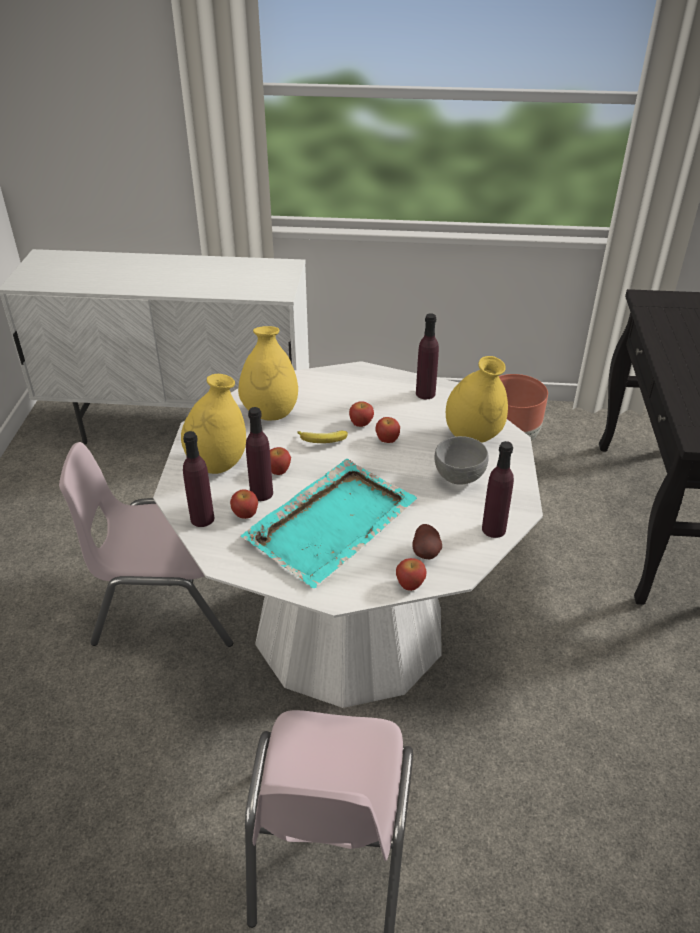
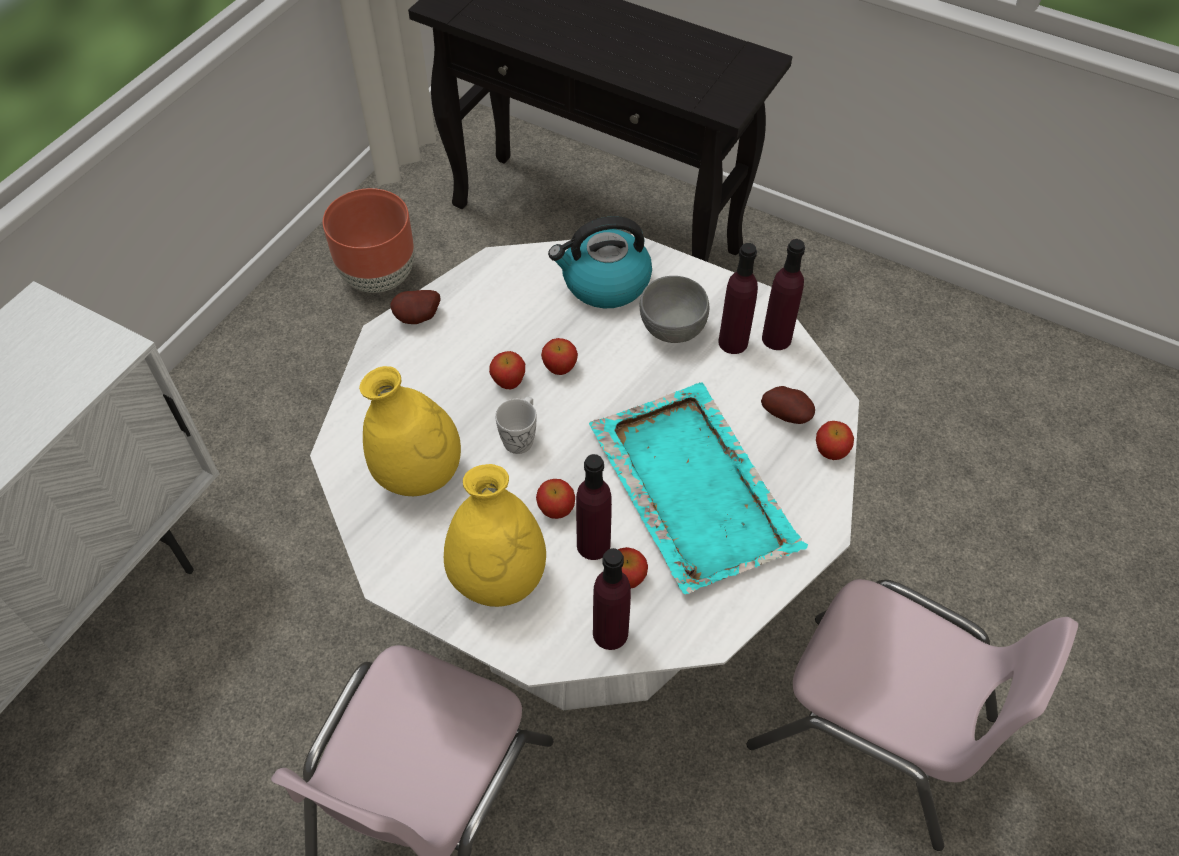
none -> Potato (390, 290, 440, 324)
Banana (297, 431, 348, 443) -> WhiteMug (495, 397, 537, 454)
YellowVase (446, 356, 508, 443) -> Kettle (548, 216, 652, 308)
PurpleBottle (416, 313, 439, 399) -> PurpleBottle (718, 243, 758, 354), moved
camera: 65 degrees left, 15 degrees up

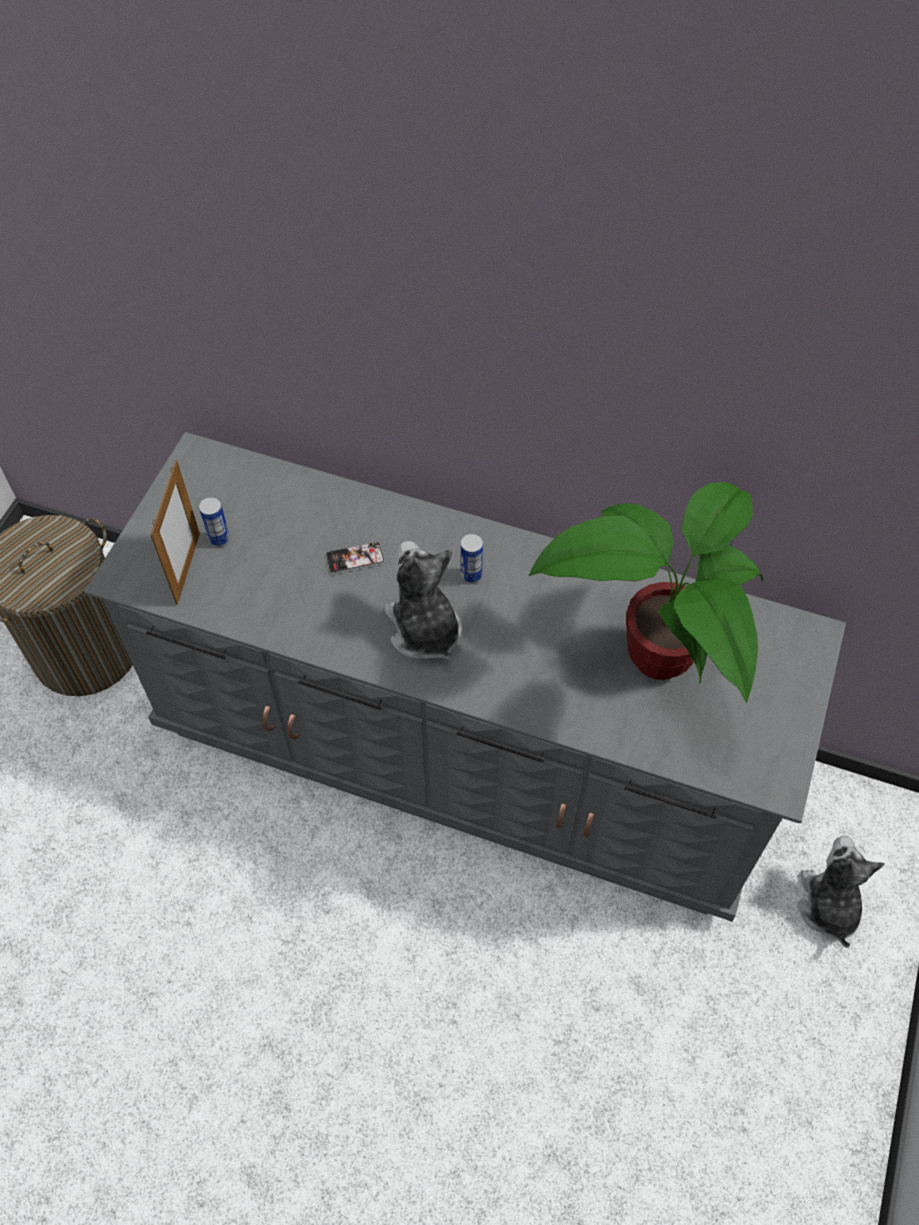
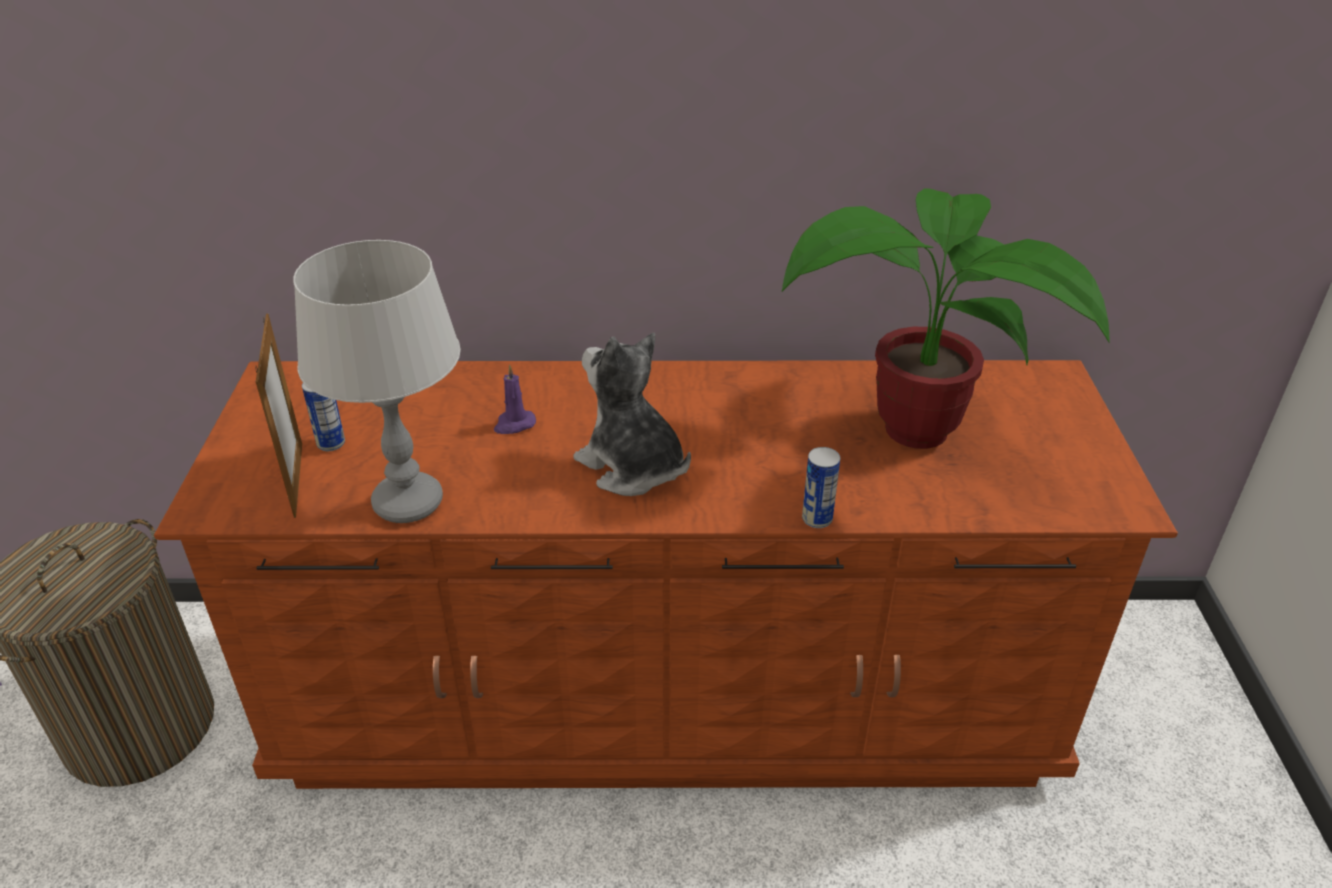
GreyDresser (84, 432, 846, 922) -> BrownDresser (154, 360, 1178, 789)
none -> GreyTableLamp (293, 240, 461, 523)
Phone (326, 542, 385, 574) -> PurpleCandle (494, 364, 536, 434)
Can (461, 534, 483, 584) -> Can (802, 447, 840, 528), moved
PlushToy (797, 836, 885, 948) -> none
camera: 20 degrees left, 20 degrees down

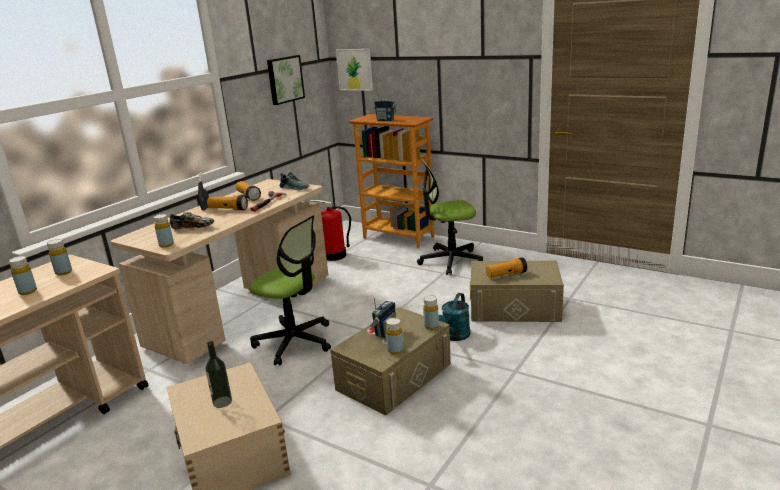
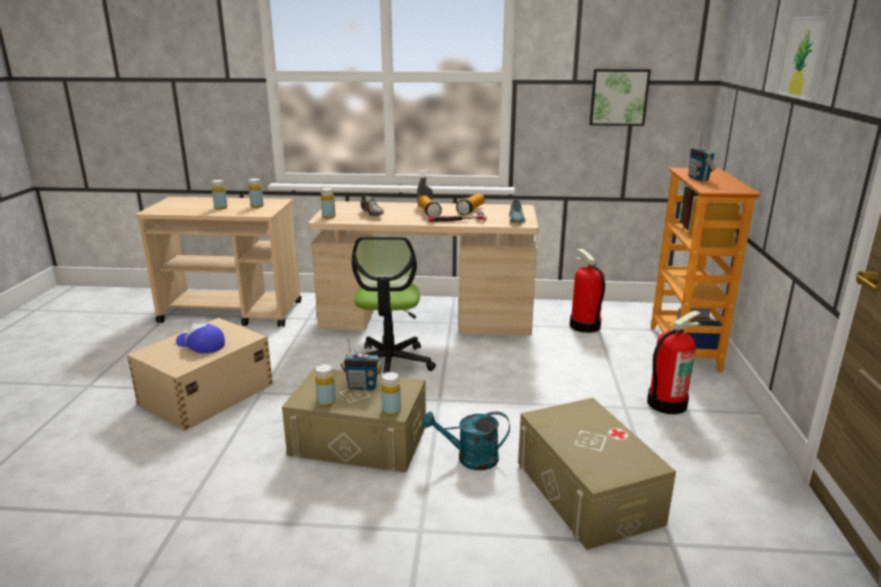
Bottle (205, 341, 232, 408) -> Cap (176, 324, 225, 353)
OfficeChair (417, 158, 483, 275) -> FireExtinguisher (647, 310, 702, 414)
Picture (336, 49, 373, 91) -> Picture (779, 16, 834, 101), moved
Flashlight (486, 257, 527, 278) -> none
camera: 60 degrees right, 0 degrees up

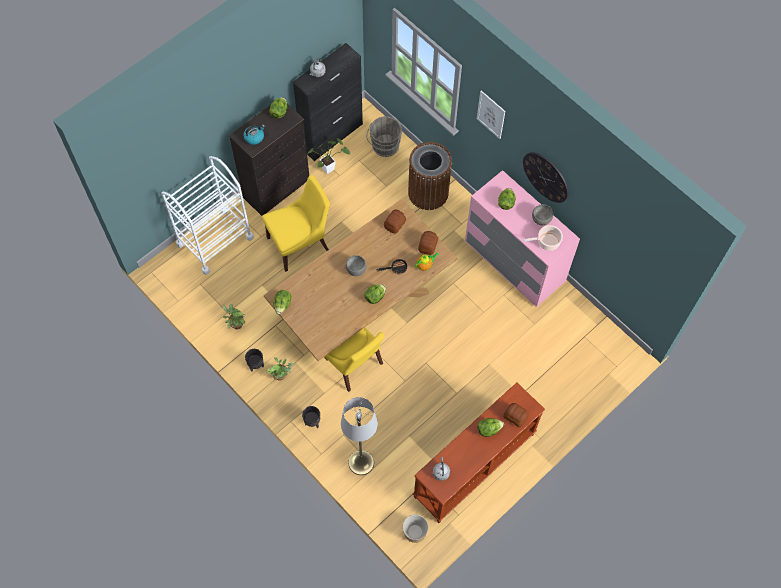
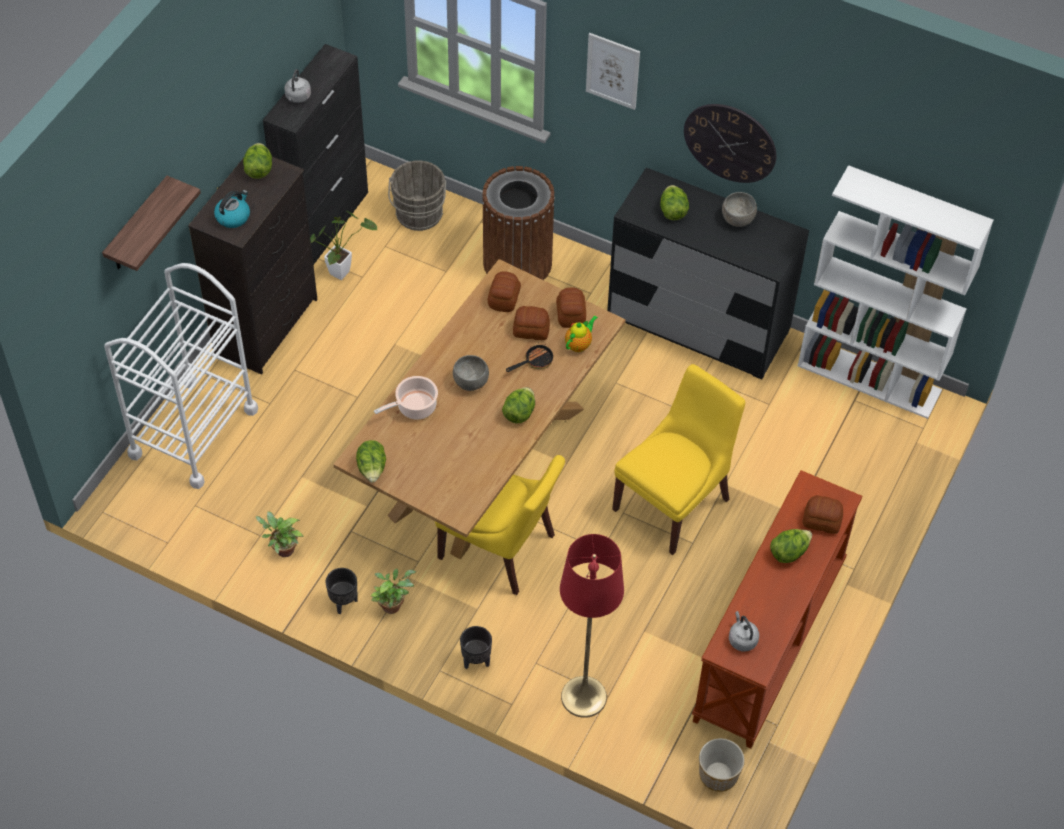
none -> Shelf (102, 176, 201, 271)
CookingPot (524, 225, 563, 251) -> CookingPot (374, 376, 438, 420), moved
none -> Bread (513, 306, 550, 340)
GreyFloorLamp (341, 397, 378, 475) -> RedFloorLamp (560, 534, 624, 718)
PinkDresser (465, 170, 580, 307) -> BlackDresser (607, 168, 809, 380)
YellowChair (262, 175, 330, 272) -> YellowChair (612, 364, 745, 555), moved
none -> WhiteBookcase (798, 165, 994, 419)
camera: 20 degrees left, 10 degrees down

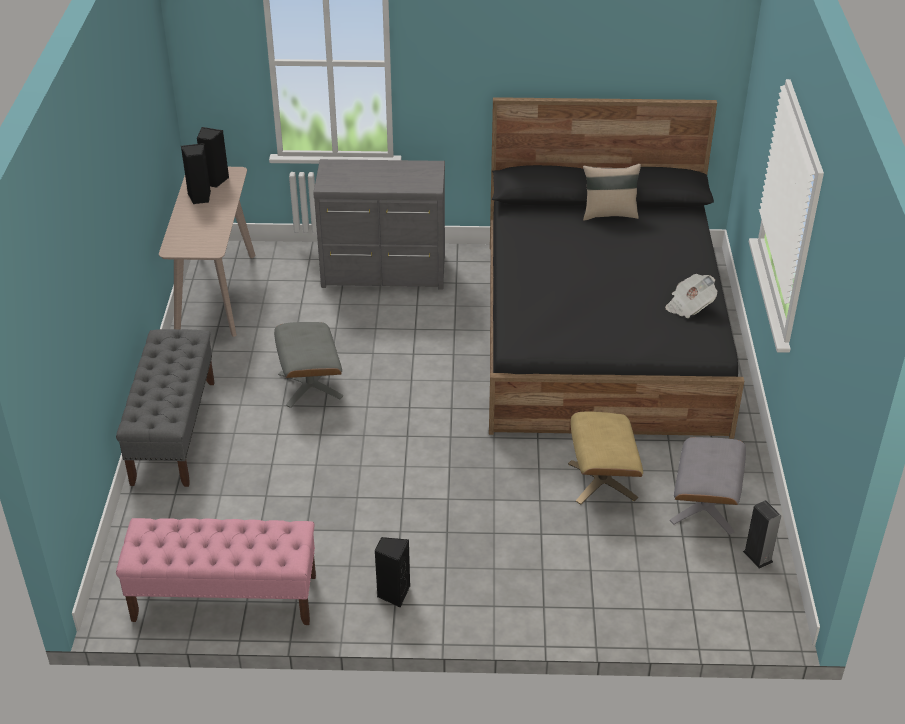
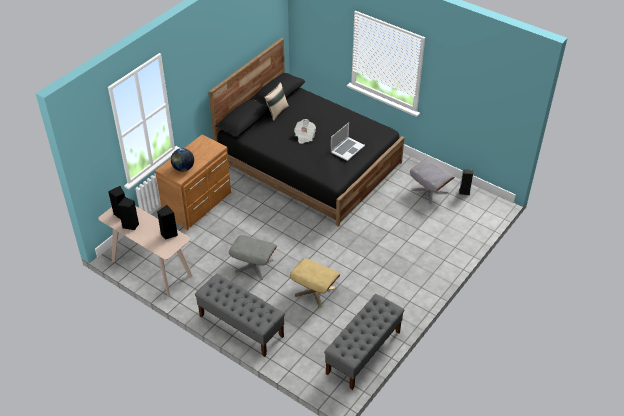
GreyDresser (313, 159, 445, 290) -> BrownDresser (155, 134, 231, 230)
BlackSpeaker (374, 537, 410, 608) -> BlackSpeaker (157, 205, 178, 240), moved
none -> Globe (171, 148, 194, 172)
BeigeOttoman (568, 411, 643, 504) -> BeigeOttoman (290, 259, 340, 307), moved
Newspaper (665, 274, 717, 318) -> Newspaper (294, 119, 316, 144), moved
PinkBench (116, 518, 316, 625) -> GreyBench (324, 294, 405, 390)
none -> Laptop (331, 122, 365, 161)
camera: 55 degrees left, 5 degrees up

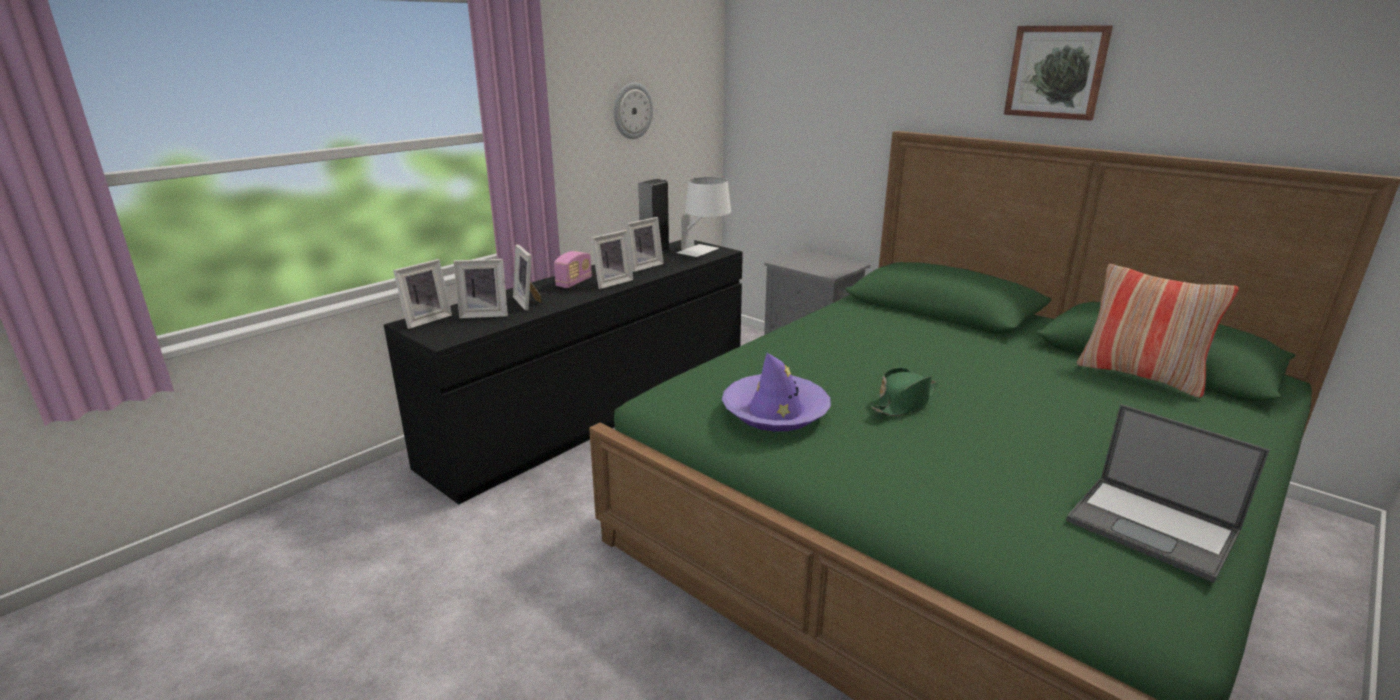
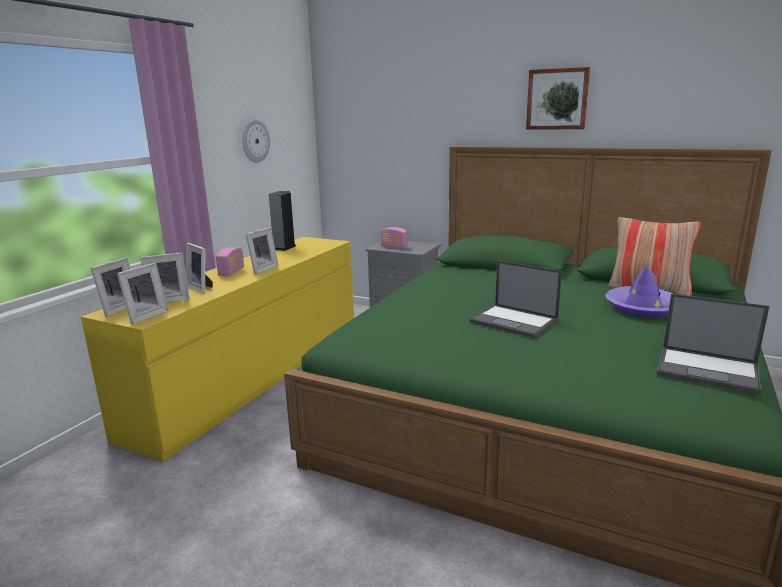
BlackDresser (384, 240, 743, 505) -> YellowDresser (81, 237, 354, 462)
PictureFrame (626, 217, 664, 272) -> PictureFrame (117, 263, 169, 324), moved
none -> Radio (381, 227, 408, 248)
GreenHat (871, 368, 938, 416) -> Laptop (470, 260, 562, 338)
PurpleHat (722, 353, 831, 432) -> PurpleHat (605, 266, 674, 318), moved
WhiteTableLamp (677, 177, 731, 257) -> none
camera: 15 degrees left, 5 degrees down

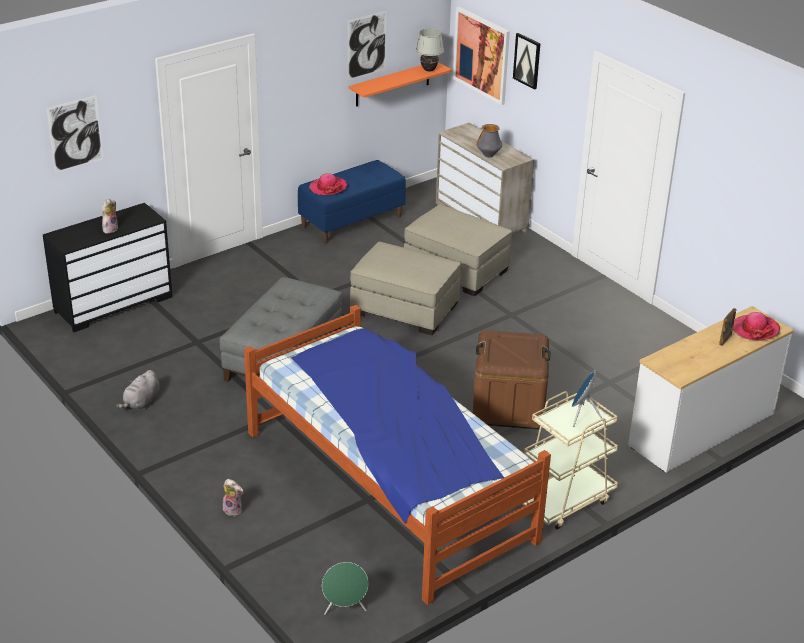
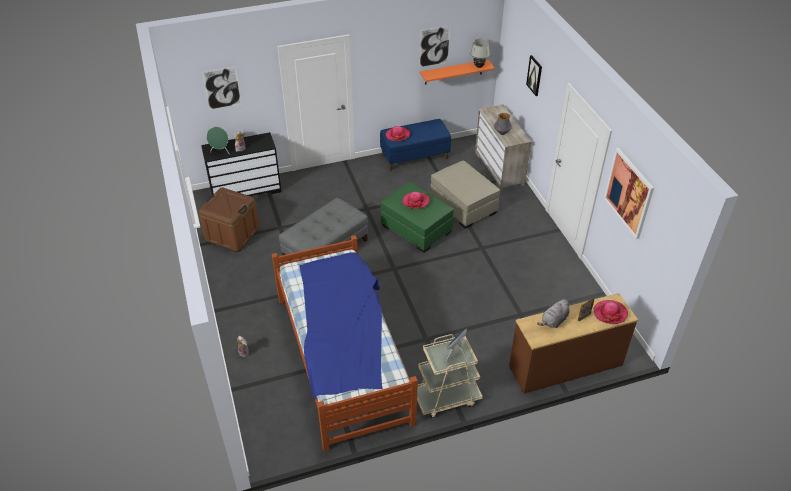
BrownStorageBox (473, 330, 550, 429) -> BrownStorageBox (198, 188, 259, 252), moved
GreenSpeaker (322, 562, 368, 615) -> GreenSpeaker (207, 127, 230, 155), moved
BeigeOttoman (350, 242, 461, 335) -> GreenOttoman (381, 182, 454, 253)
none -> Hat (402, 192, 430, 209)
WhiteDresser (628, 306, 794, 473) -> BrownDresser (509, 293, 638, 394)
GreyPlushToy (116, 370, 160, 410) -> GreyPlushToy (537, 299, 570, 328), moved
Picture (453, 7, 510, 105) -> Picture (604, 148, 654, 239), moved
camera: 20 degrees right, 10 degrees up

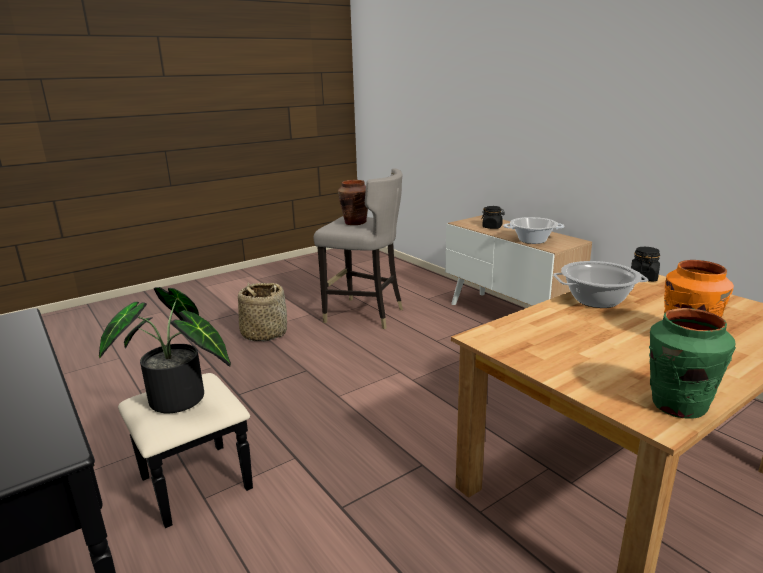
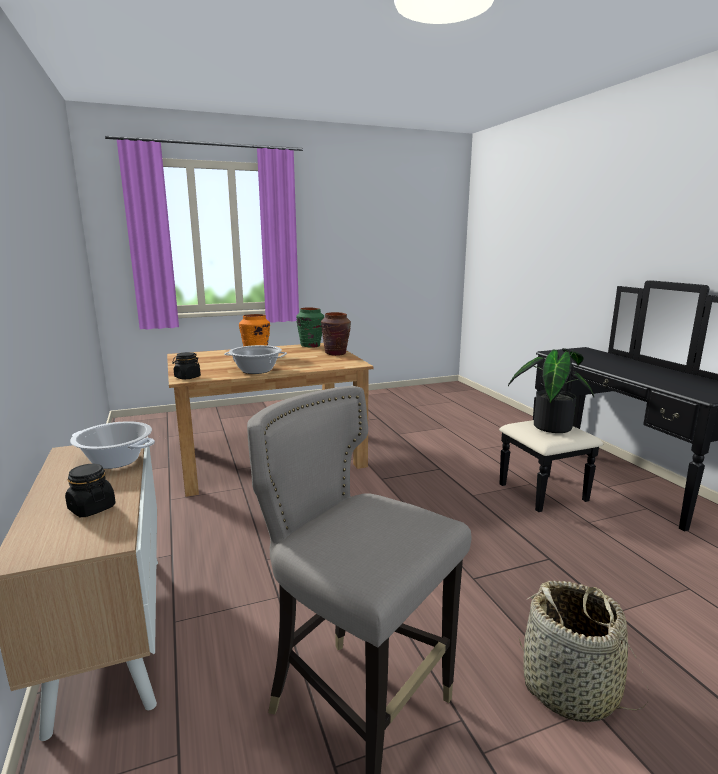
BrownVase (338, 180, 368, 225) -> BrownVase (321, 312, 351, 356), moved
camera: 165 degrees left, 5 degrees down

